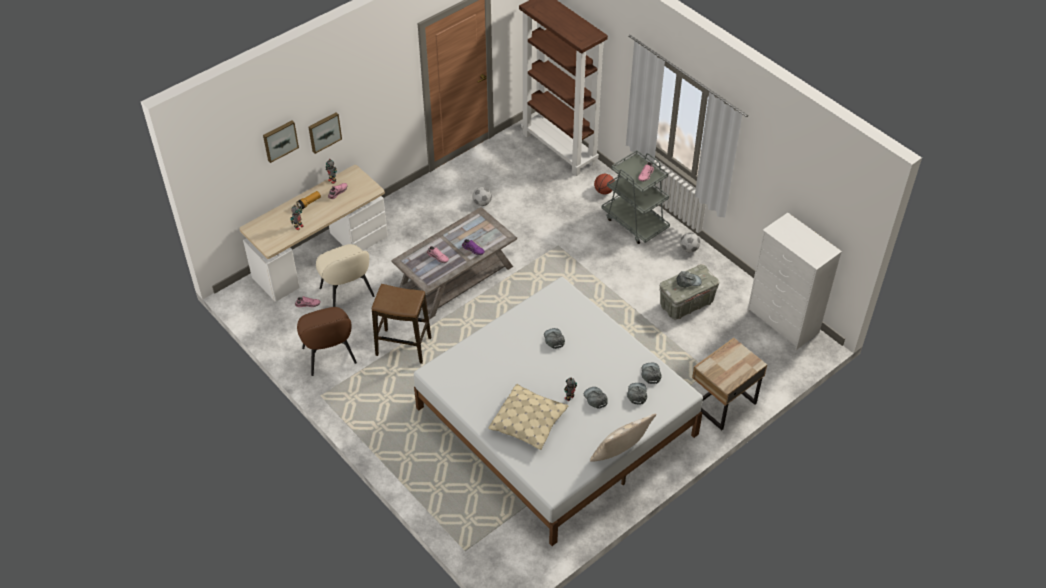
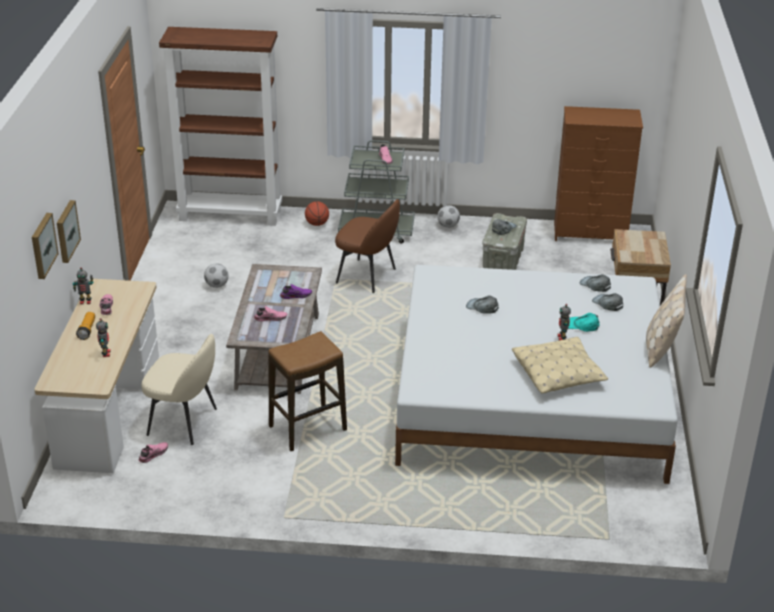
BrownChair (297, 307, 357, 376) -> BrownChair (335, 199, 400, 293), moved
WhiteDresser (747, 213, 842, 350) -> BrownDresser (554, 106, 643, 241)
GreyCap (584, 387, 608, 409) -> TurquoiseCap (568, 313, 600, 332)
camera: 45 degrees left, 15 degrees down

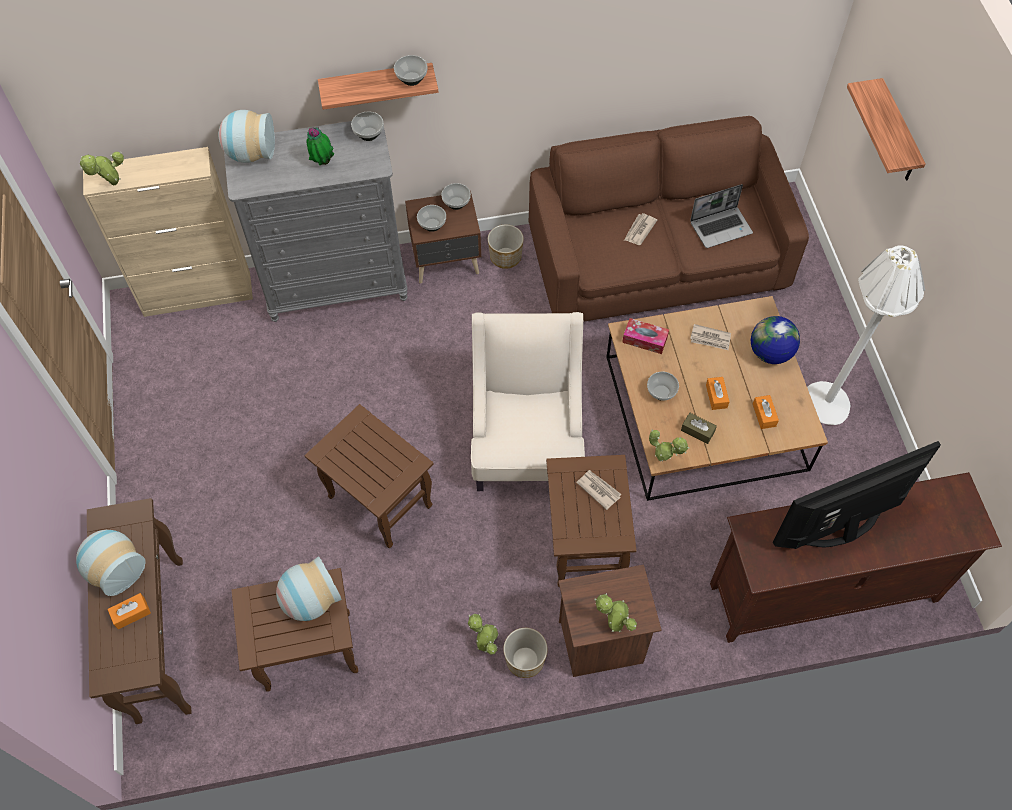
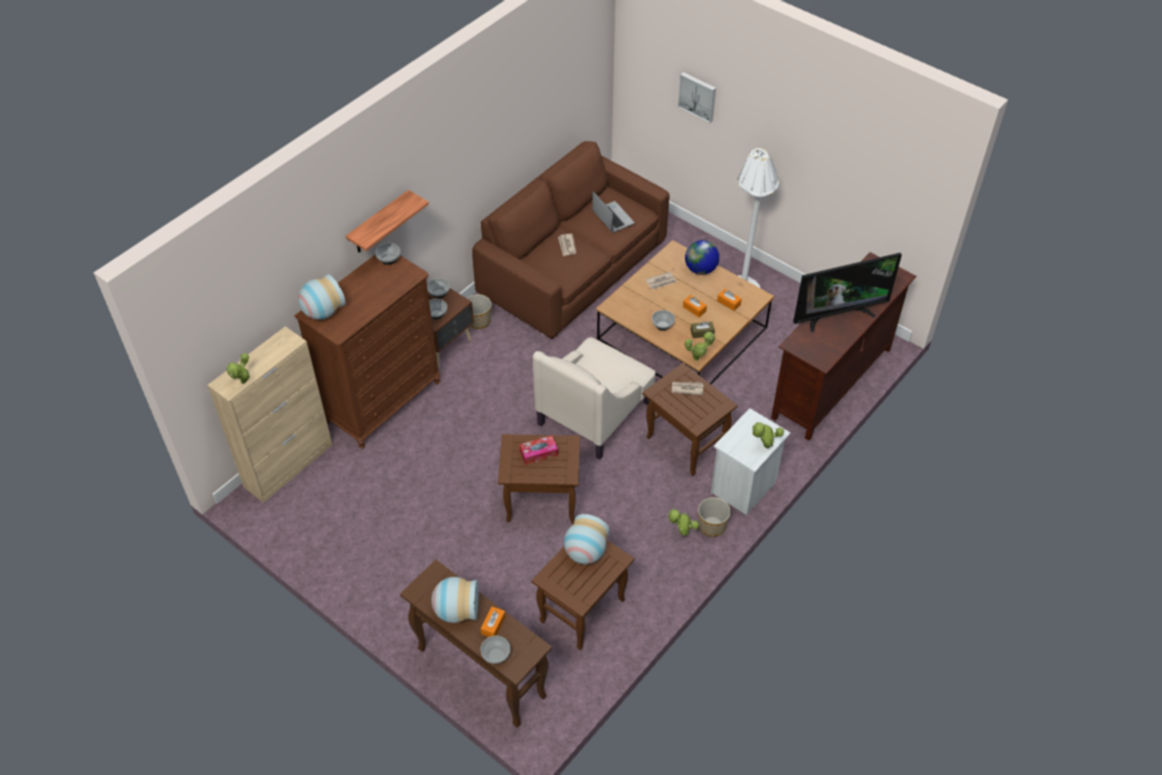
GreyDresser (224, 121, 408, 322) -> BrownDresser (294, 254, 440, 449)
Bowl (394, 55, 428, 86) -> Bowl (480, 636, 510, 664), moved
TissueBox (622, 318, 669, 354) -> TissueBox (520, 435, 558, 465), moved
BeigeArmchair (471, 312, 585, 491) -> BeigeArmchair (533, 337, 655, 460), 105 degrees counterclockwise
Laptop (690, 184, 753, 248) -> Laptop (592, 191, 635, 233), 60 degrees counterclockwise
Shelf (847, 78, 926, 180) -> Picture (678, 72, 716, 123)
BrownNightstand (558, 565, 662, 677) -> WhiteNightstand (711, 408, 790, 515)
Television (773, 441, 941, 549) -> Television (793, 253, 902, 332), 135 degrees counterclockwise
PottedPlant (306, 127, 334, 165) -> none
camera: 40 degrees left, 10 degrees down

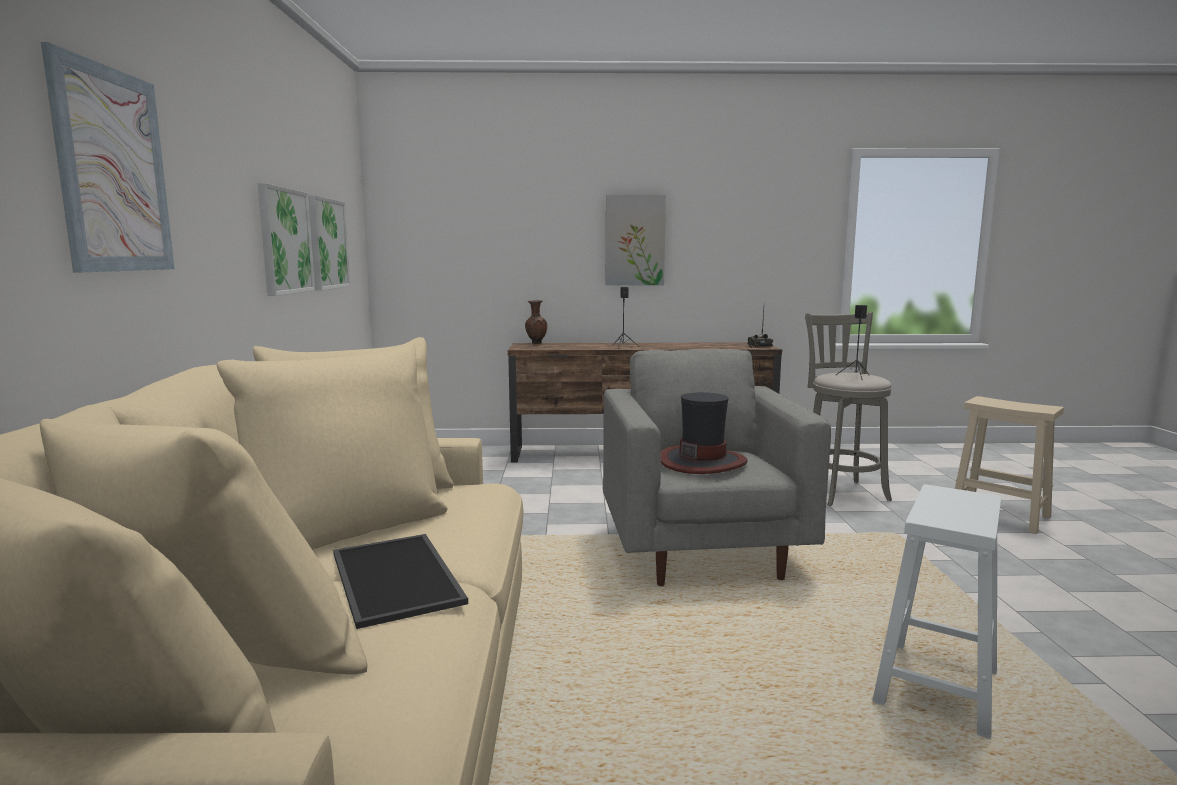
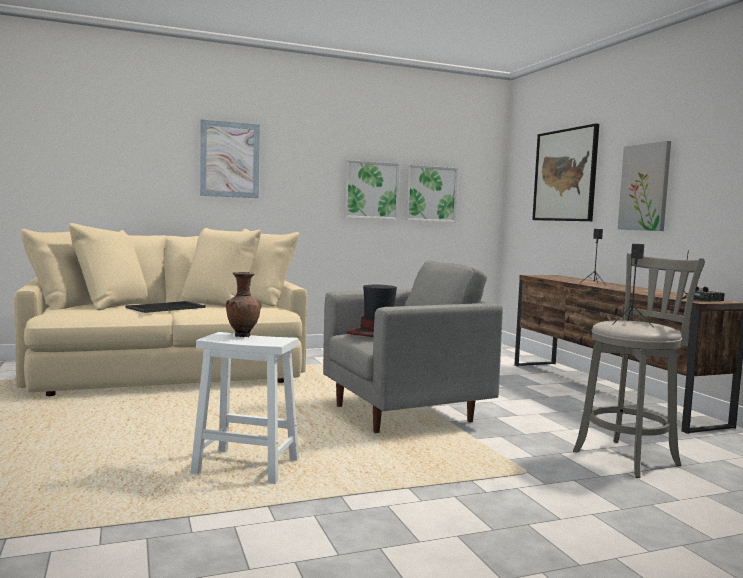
BrownVase (525, 300, 547, 344) -> BrownVase (226, 272, 262, 337), moved
none -> Picture (532, 124, 599, 221)
BeigeStool (955, 396, 1064, 534) -> none
camera: 70 degrees right, 5 degrees down

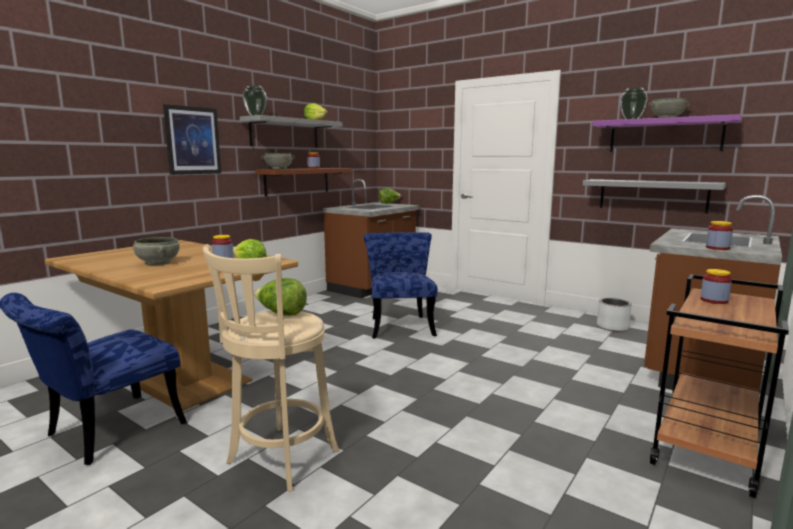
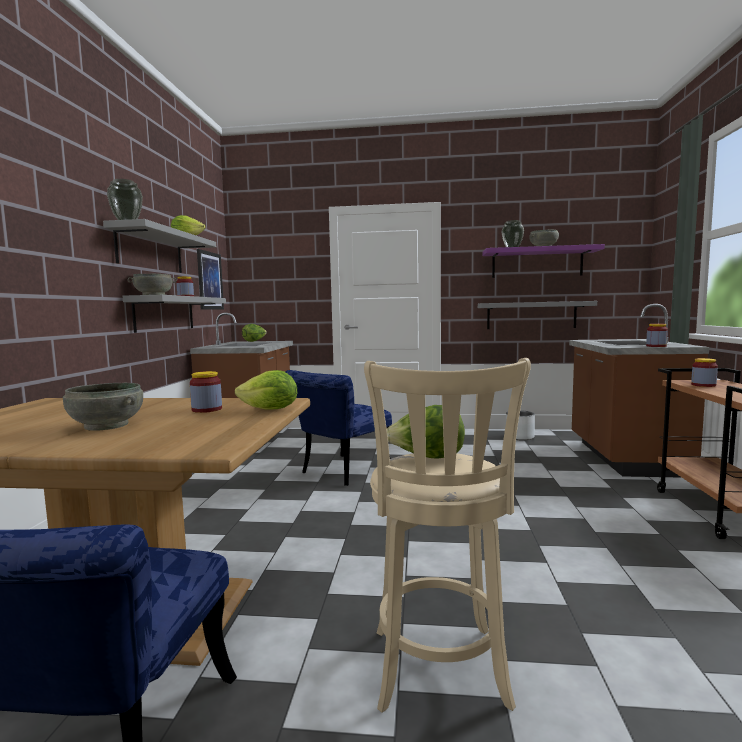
BrownShelf (255, 168, 352, 196) -> GreyShelf (123, 295, 226, 333)
Picture (163, 104, 221, 175) -> Picture (197, 249, 224, 309), moved
BlueChair (364, 232, 438, 339) -> BlueChair (285, 370, 392, 486), 105 degrees counterclockwise
camera: 30 degrees left, 5 degrees down

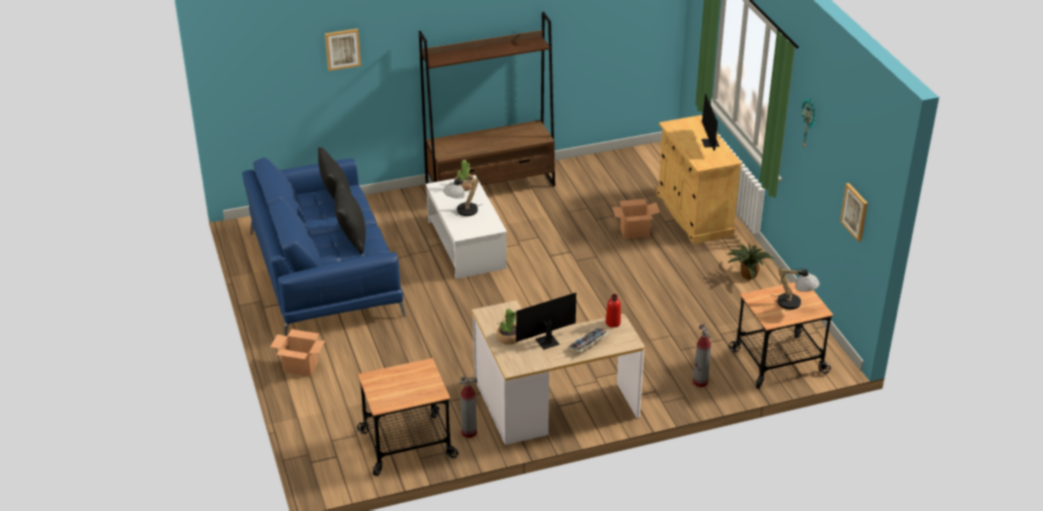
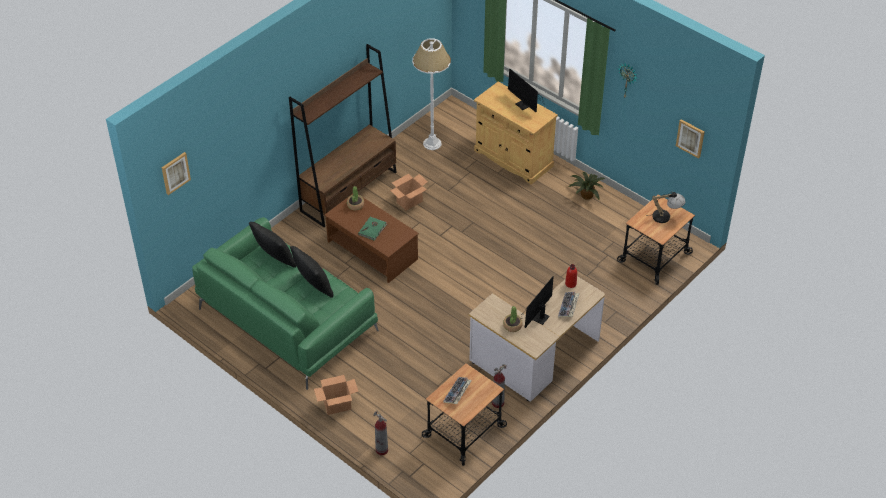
Picture (325, 29, 361, 71) -> Picture (162, 152, 191, 195), moved
BlueSofa (242, 158, 406, 336) -> GreenSofa (192, 217, 379, 390)
WhiteCoffeeTable (426, 175, 507, 279) -> BrownCoffeeTable (324, 194, 419, 283)
TableLamp (443, 177, 483, 216) -> GreenBook (358, 217, 387, 241)
FireExtinguisher (693, 322, 711, 387) -> FireExtinguisher (373, 410, 388, 455), moved
CardboardBox (612, 199, 660, 239) -> CardboardBox (390, 174, 428, 211), moved
none -> WhiteFloorLamp (412, 38, 451, 150)
none -> Keyboard (443, 377, 472, 404)
camera: 30 degrees left, 10 degrees up

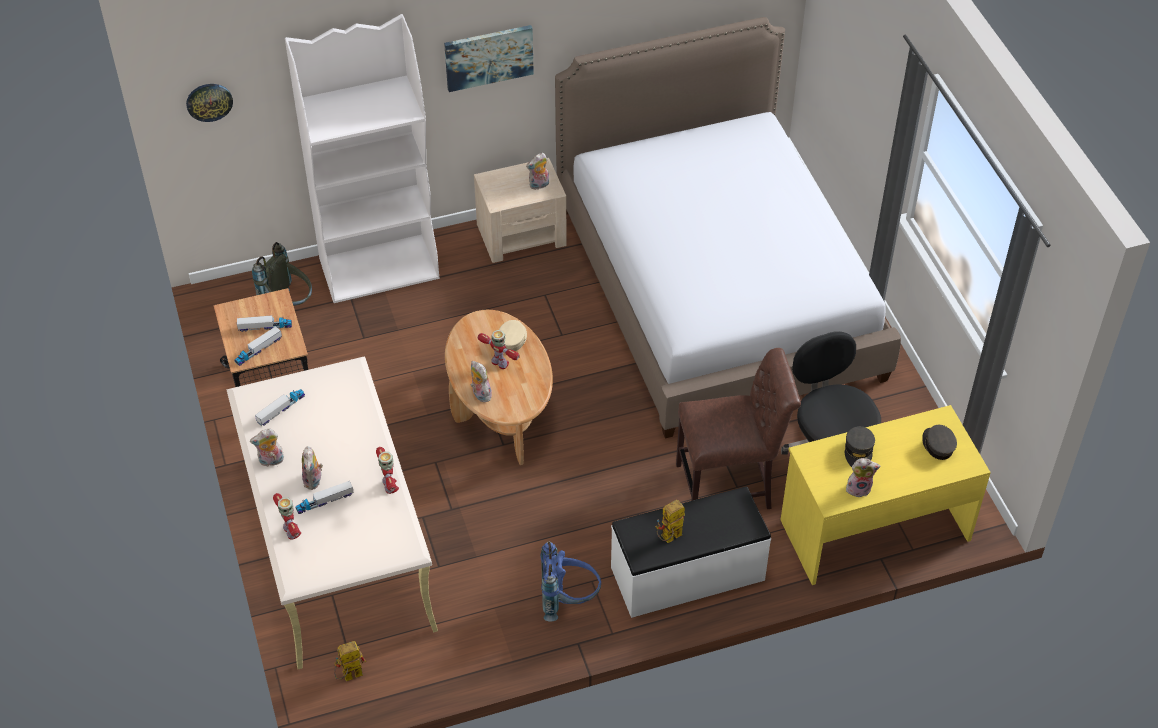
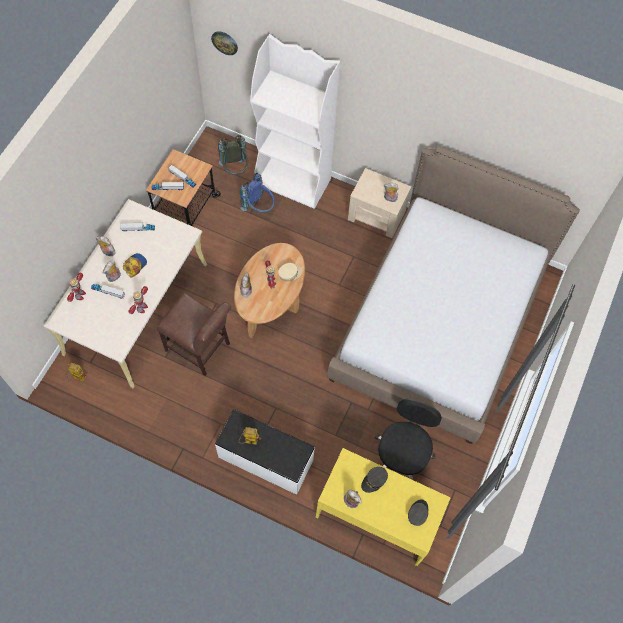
none -> Cap (123, 253, 147, 277)
BrownChair (676, 348, 801, 509) -> BrownChair (156, 292, 231, 376), moved
BlueBackpack (541, 541, 601, 621) -> BlueBackpack (240, 173, 275, 212), moved
Picture (444, 25, 534, 92) -> none
camera: 40 degrees right, 15 degrees up

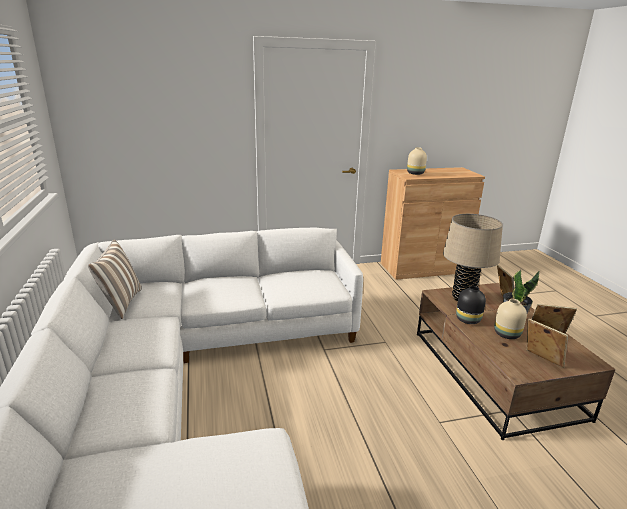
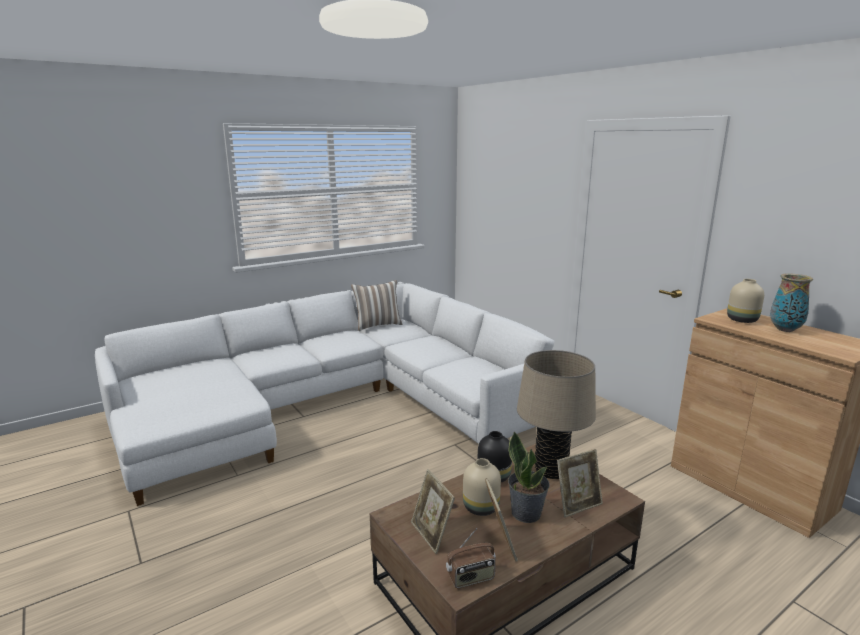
PictureFrame (526, 318, 568, 368) -> PictureFrame (411, 469, 455, 554), 120 degrees clockwise
none -> Radio (446, 528, 496, 588)
none -> Vase (770, 273, 813, 332)
camera: 70 degrees right, 5 degrees down

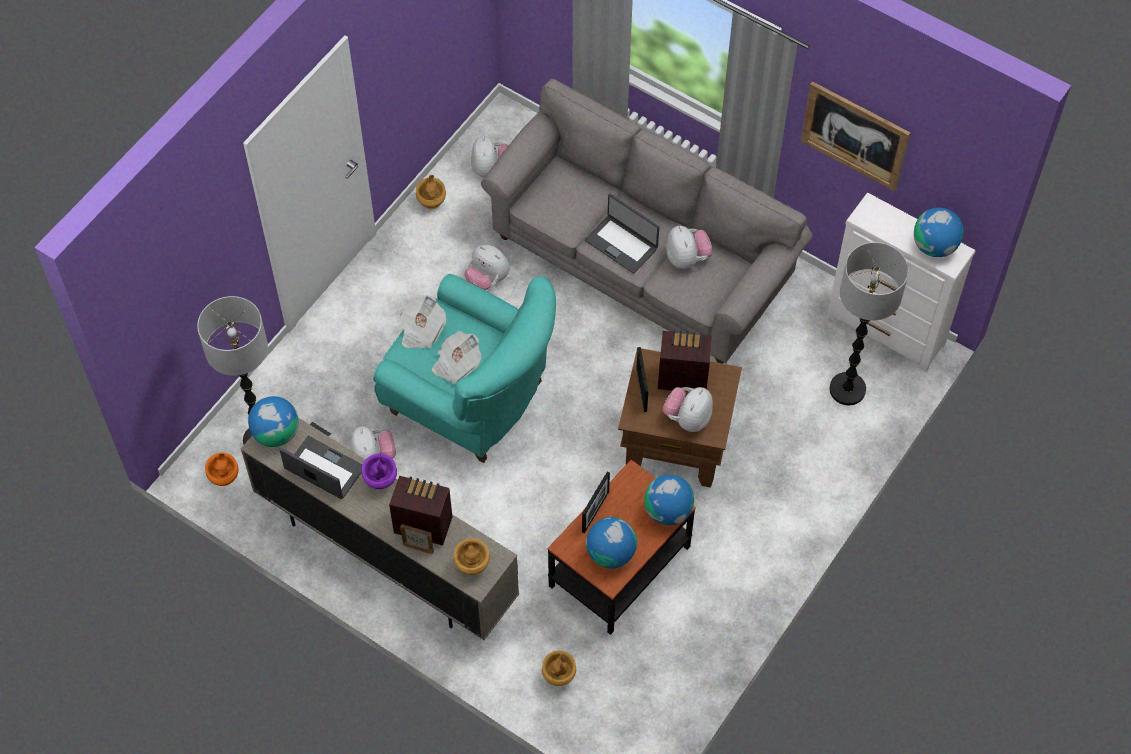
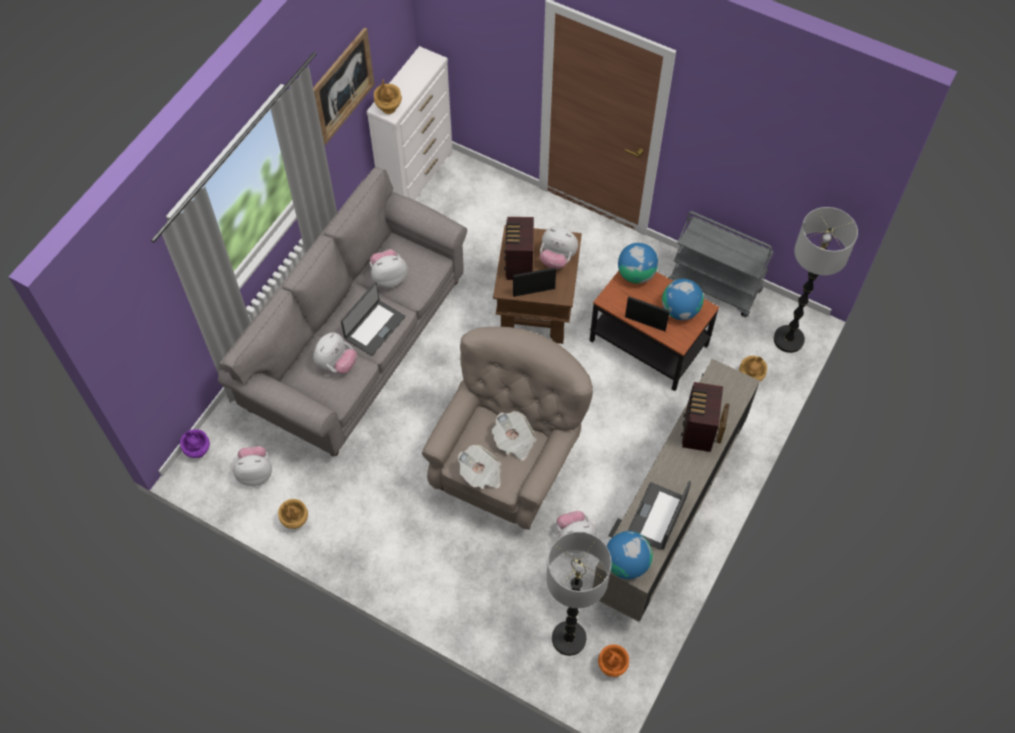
PurpleVase (362, 453, 397, 489) -> PurpleVase (180, 429, 210, 458), moved
PlushToy (465, 245, 510, 290) -> PlushToy (313, 333, 357, 374), moved
BrownVase (454, 538, 490, 575) -> BrownVase (374, 79, 402, 114), moved
TurquoiseArmchair (373, 274, 556, 463) -> BeigeArmchair (422, 327, 593, 530)
none -> GreyCart (668, 211, 774, 317)
FloorLamp (829, 242, 909, 405) -> FloorLamp (774, 207, 858, 353), moved
Globe (914, 208, 963, 257) -> none
camera: 95 degrees left, 0 degrees up

